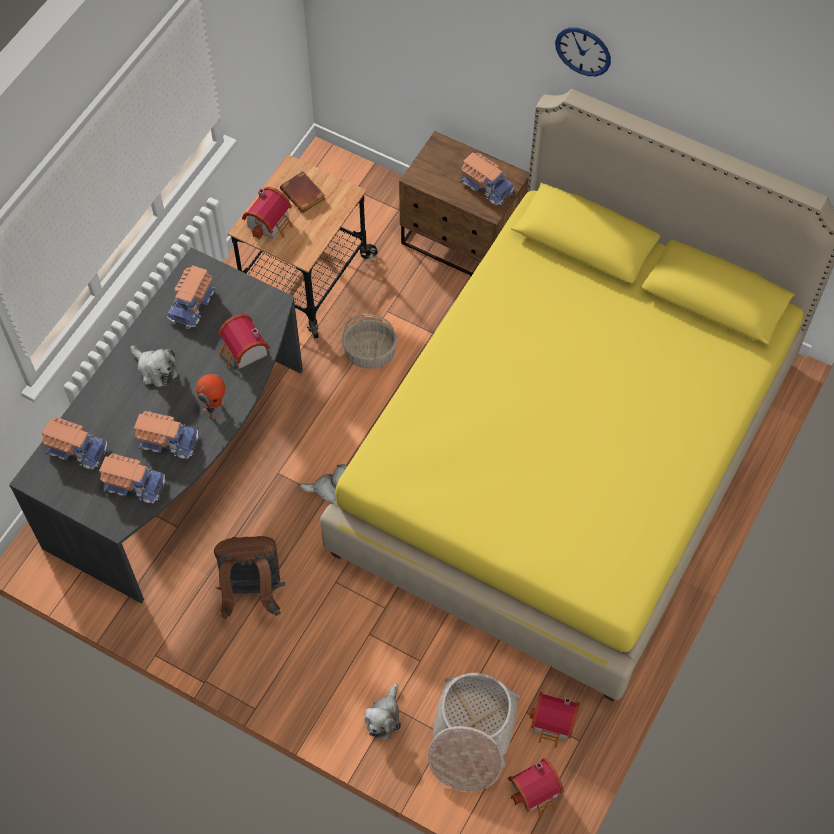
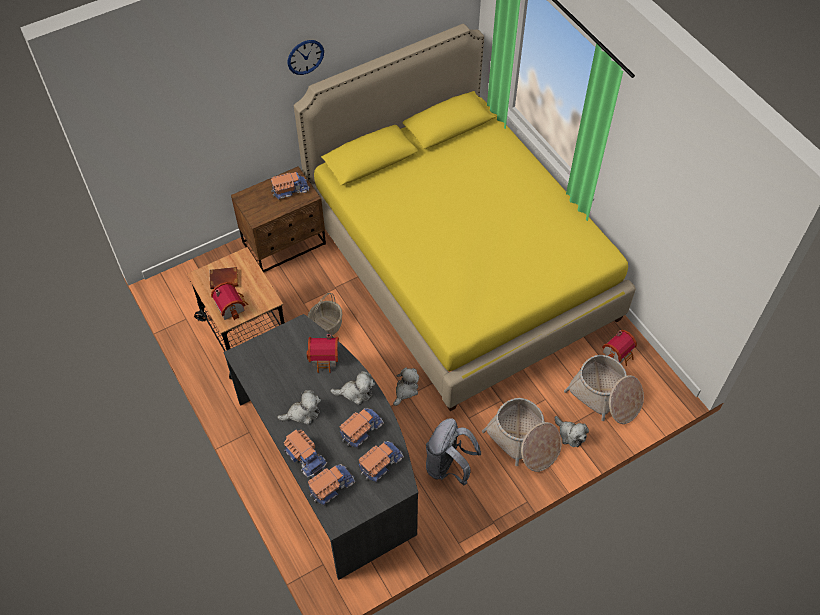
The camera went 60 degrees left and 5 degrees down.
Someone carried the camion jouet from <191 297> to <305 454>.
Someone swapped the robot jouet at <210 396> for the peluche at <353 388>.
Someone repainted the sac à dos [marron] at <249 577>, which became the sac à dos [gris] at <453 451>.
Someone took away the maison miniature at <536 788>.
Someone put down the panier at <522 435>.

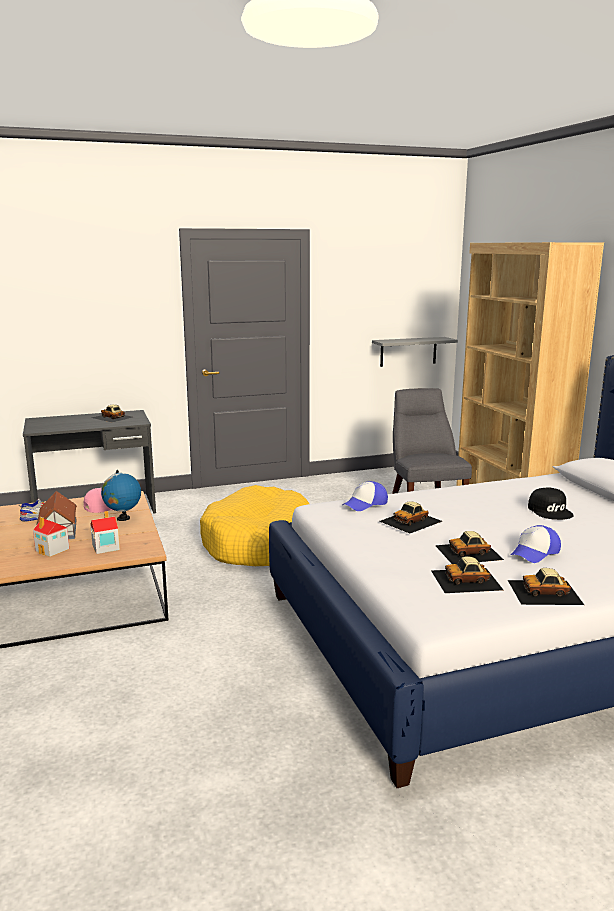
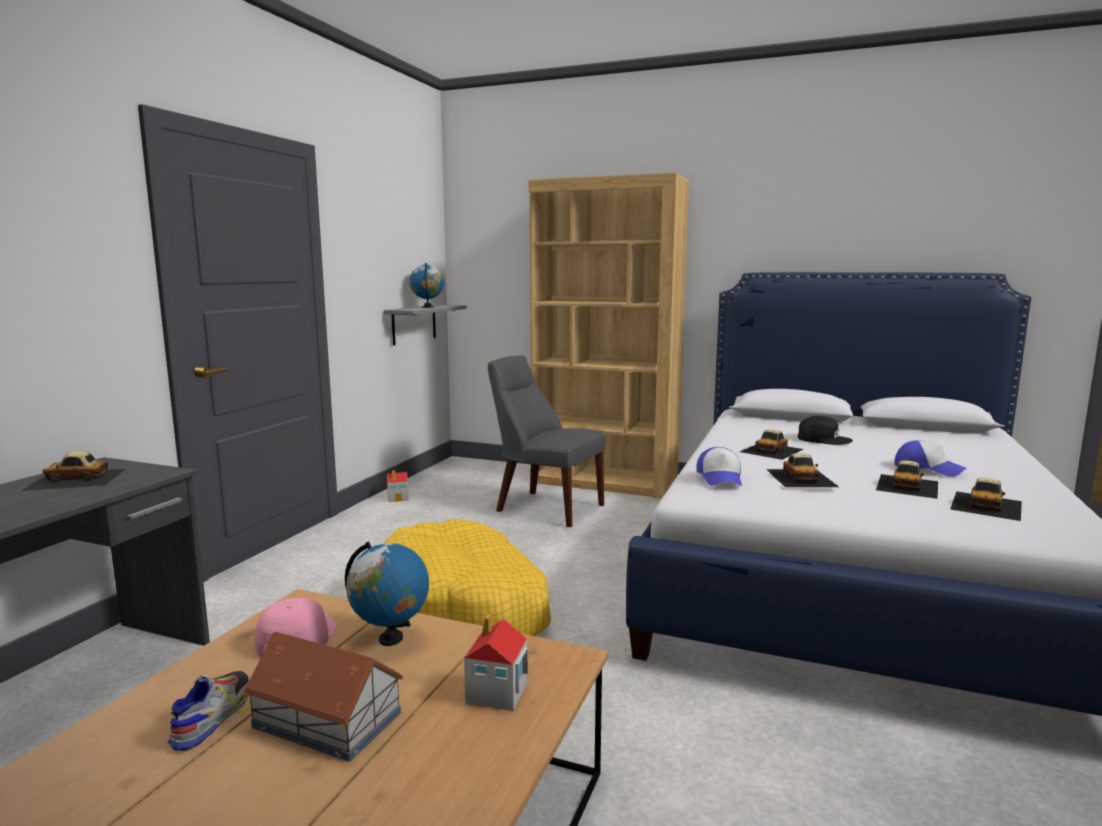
The camera went 50 degrees left and 5 degrees down.
Someone carried the maison miniature from <51 537> to <398 486>.
Someone carried the petite voiture from <546 586> to <772 444>.
Someone rotated the casquette at <536 544> by 45 degrees counterclockwise.
Someone put down the globe at <426 285>.

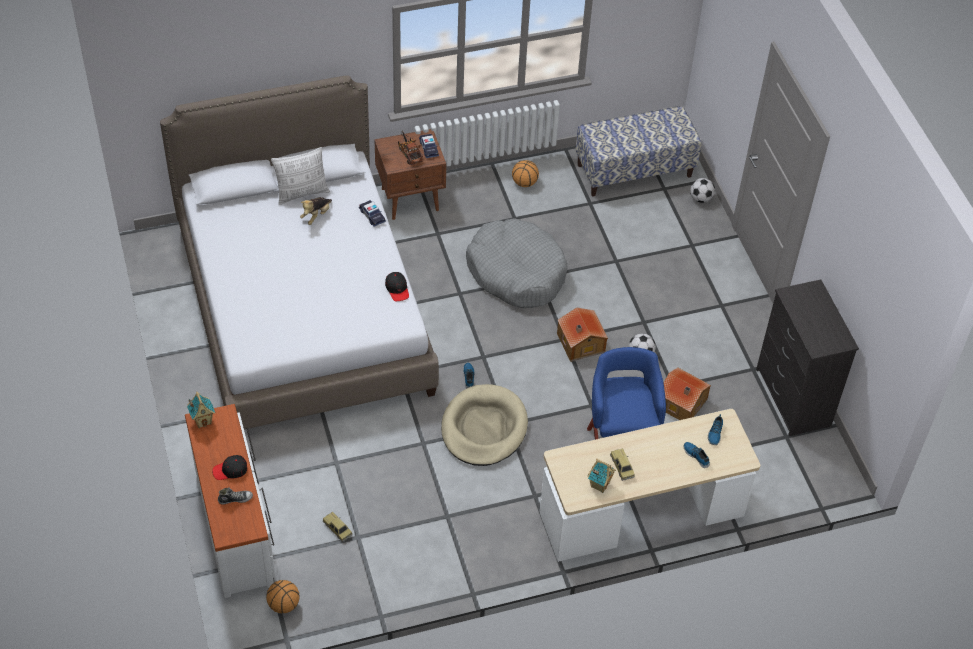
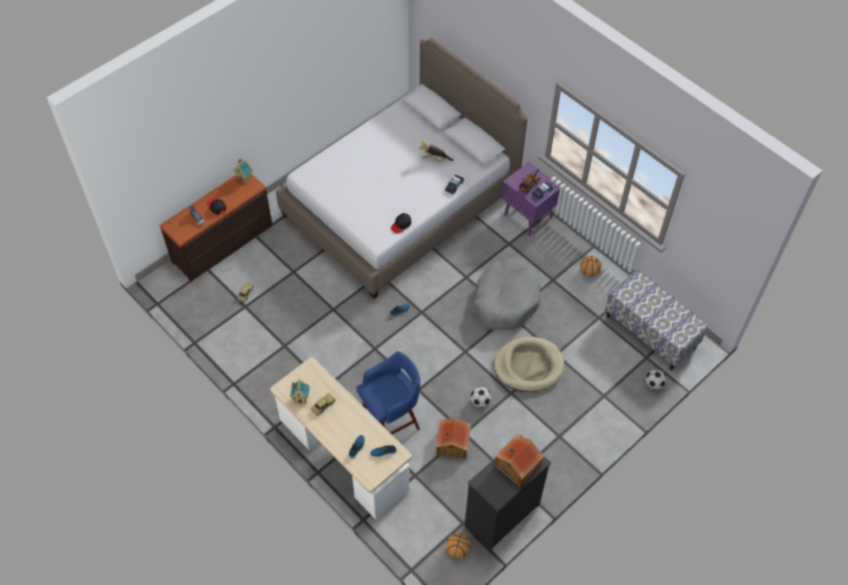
The camera went 65 degrees right and 5 degrees up.
Someone repainted the commode [blanc] at <230 501>, which became the commode [marron] at <215 227>.
Someone carried the ballon de basket from <283 596> to <458 545>.
Someone took away the coussin at <300 176>.
Someone repainted the table de chevet [marron] at <410 174>, which became the table de chevet [violet] at <530 199>.
Someone carried the panier pour chien [beige] from <484 425> to <529 364>.
Someone carried the maison miniature from <582 334> to <519 460>.

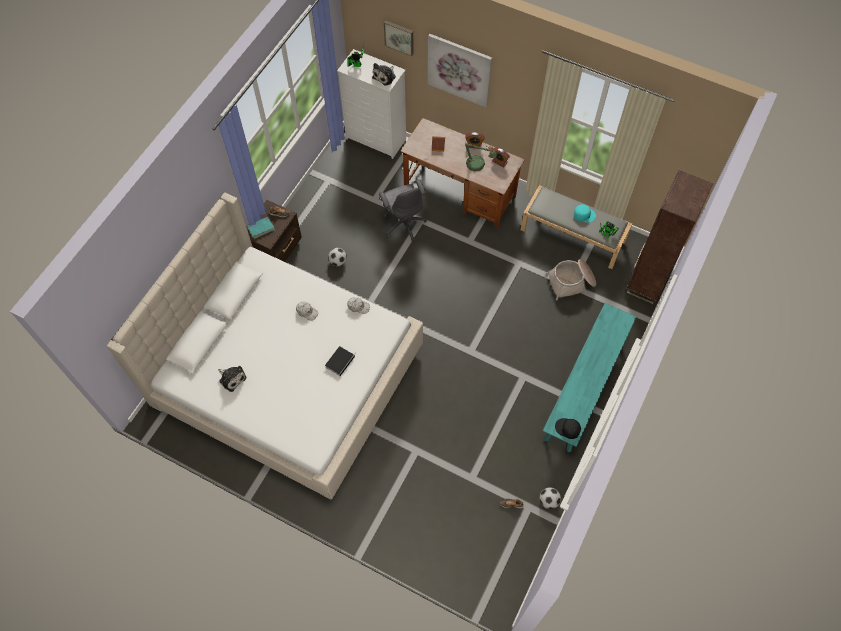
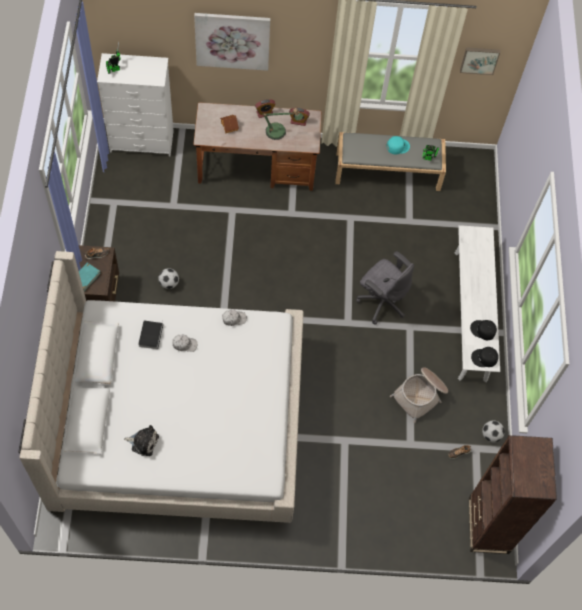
The camera went 30 degrees left and 0 degrees up.
Someone carried the livre from <341 361> to <150 335>.
Someone took away the peluche at <384 74>.
Someone carried the chaise de bureau [gris] from <403 210> to <385 288>.
Someone carried the tableau from <399 38> to <480 61>.
Someone repainted the banc [turquoise] at <589 378>, which became the banc [blanc] at <477 303>.
Someone carried the panier from <571 279> to <419 395>.
Someone carried the bibliothèque [marron] from <669 238> to <513 494>.
Someone put down the casquette [noir] at <483 330>.

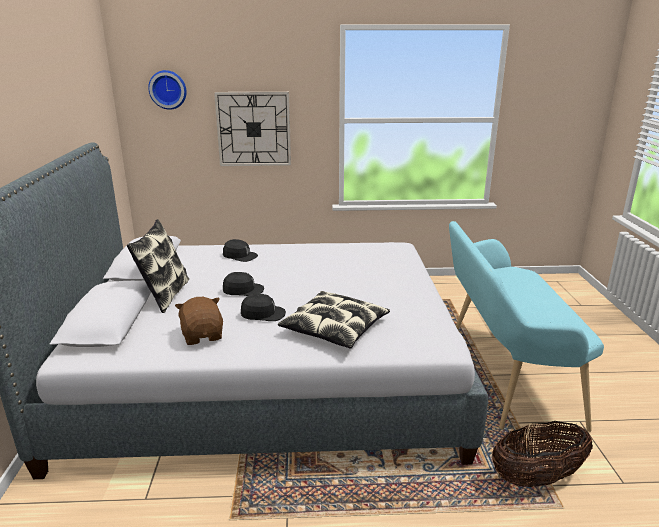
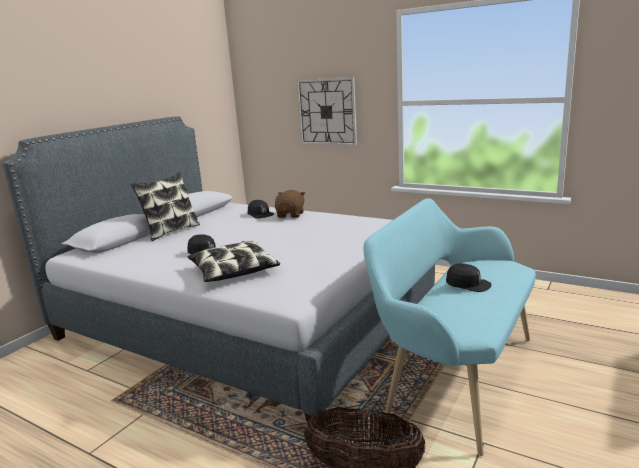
The camera went 35 degrees right and 5 degrees down.
Someone took away the horloge murale at <167 90>.
Someone carried the peluche [marron] from <199 321> to <290 204>.
Someone carried the casquette [noir] from <243 284> to <468 277>.

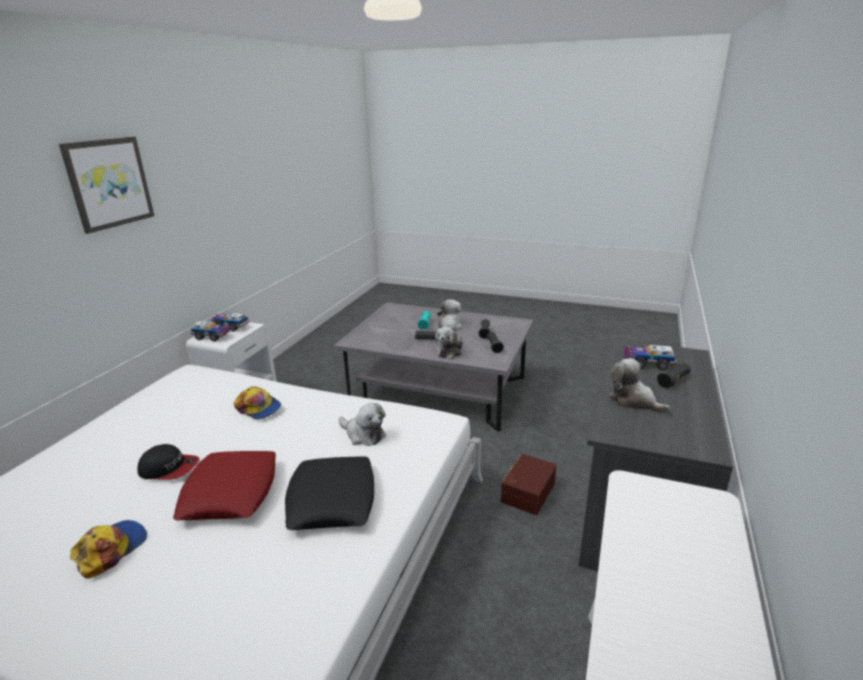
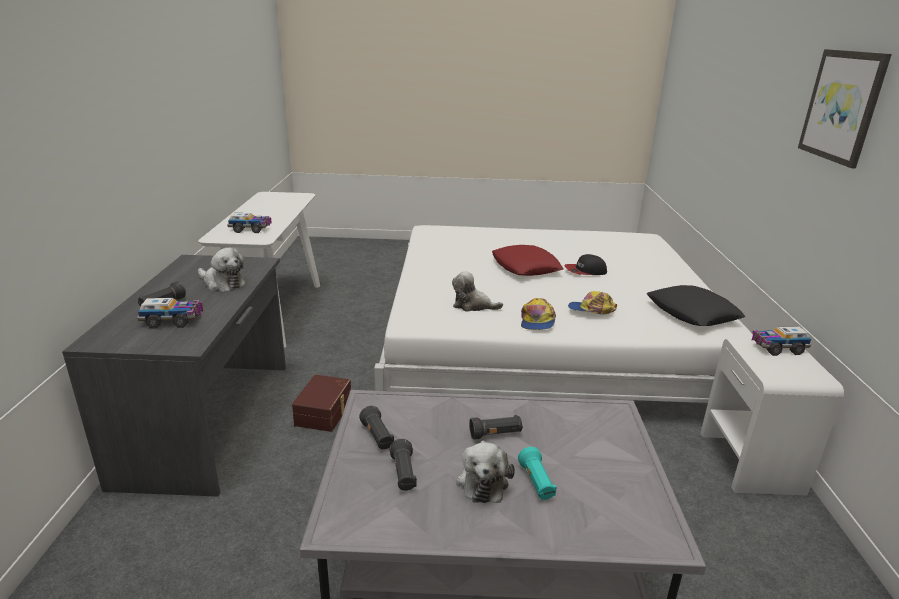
The camera went 160 degrees right and 0 degrees up.
Someone carried the casquette from <108 549> to <538 314>.
Someone carried the camion jouet from <230 322> to <249 223>.
Someone carried the coussin [noir] from <329 493> to <696 305>.
Someone took away the peluche at <449 343>.

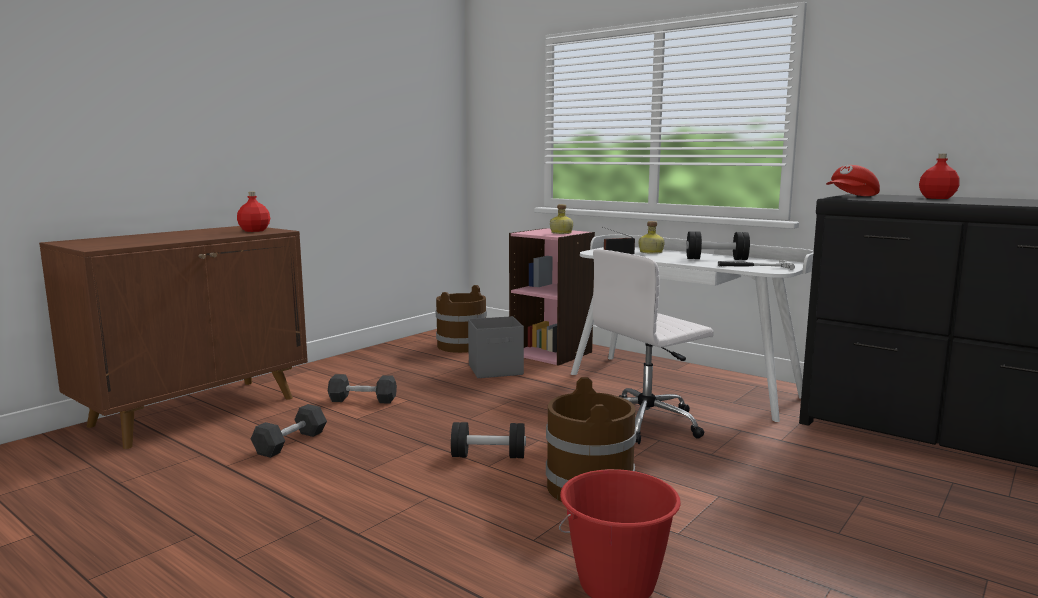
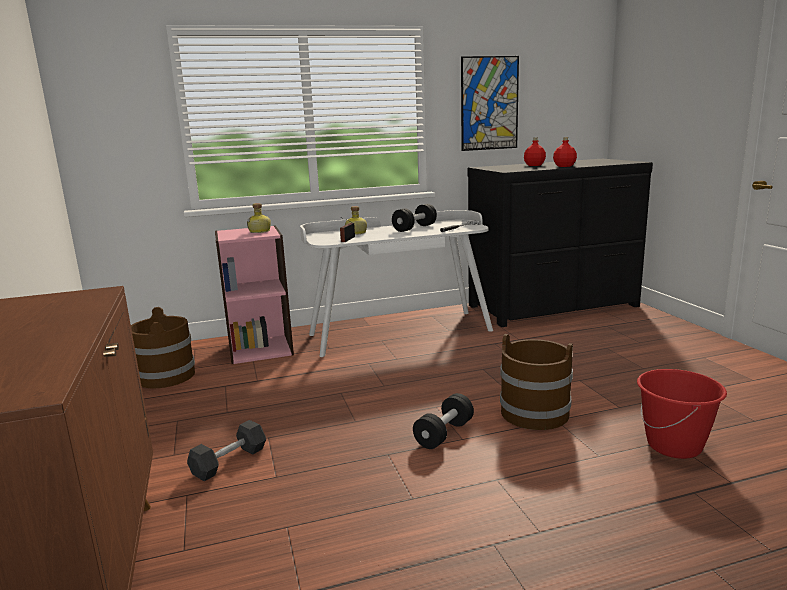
The camera went 55 degrees left and 5 degrees up.
Someone carried the bouteille [rouge] from <253 212> to <565 152>.
Someone took away the haltère [noir] at <289 431>.
Someone took away the boîte de rangement [gris] at <496 347>.
Someone took away the chaise de bureau [blanc] at <653 346>.
Someone took away the casquette [rouge] at <853 180>.
Someone put up the tableau at <490 103>.

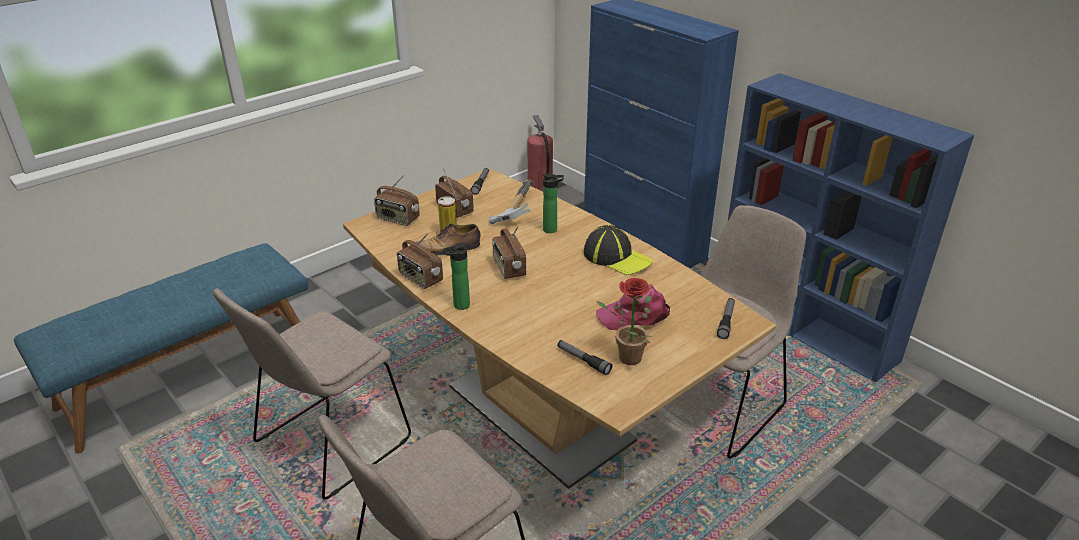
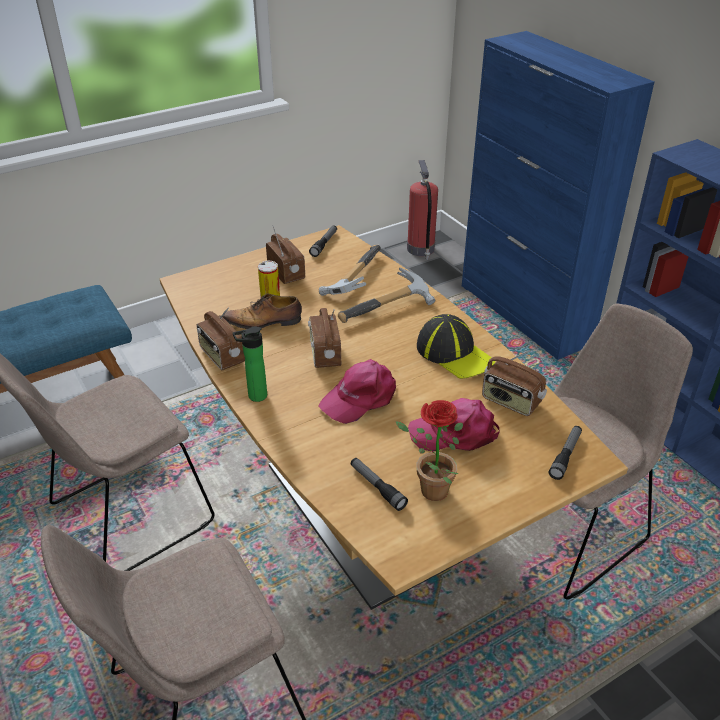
The camera went 10 degrees right and 5 degrees up.
Someone carried the radio from <397 200> to <514 382>.
Someone swapped the bouteille at <553 203> for the marteau at <386 295>.
Someone put down the casquette [rose] at <357 391>.

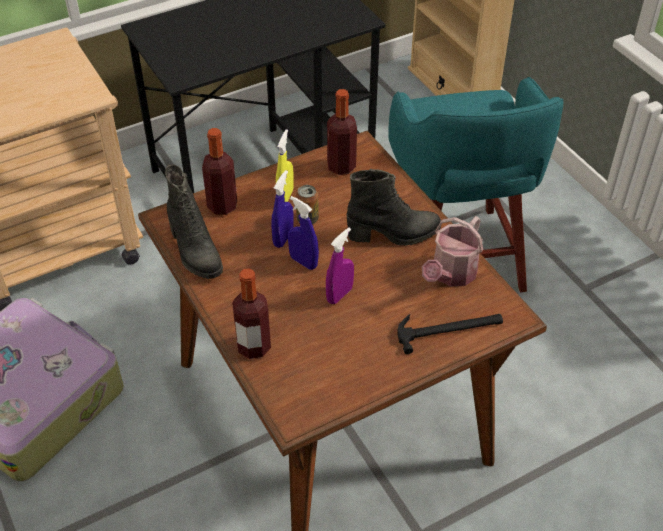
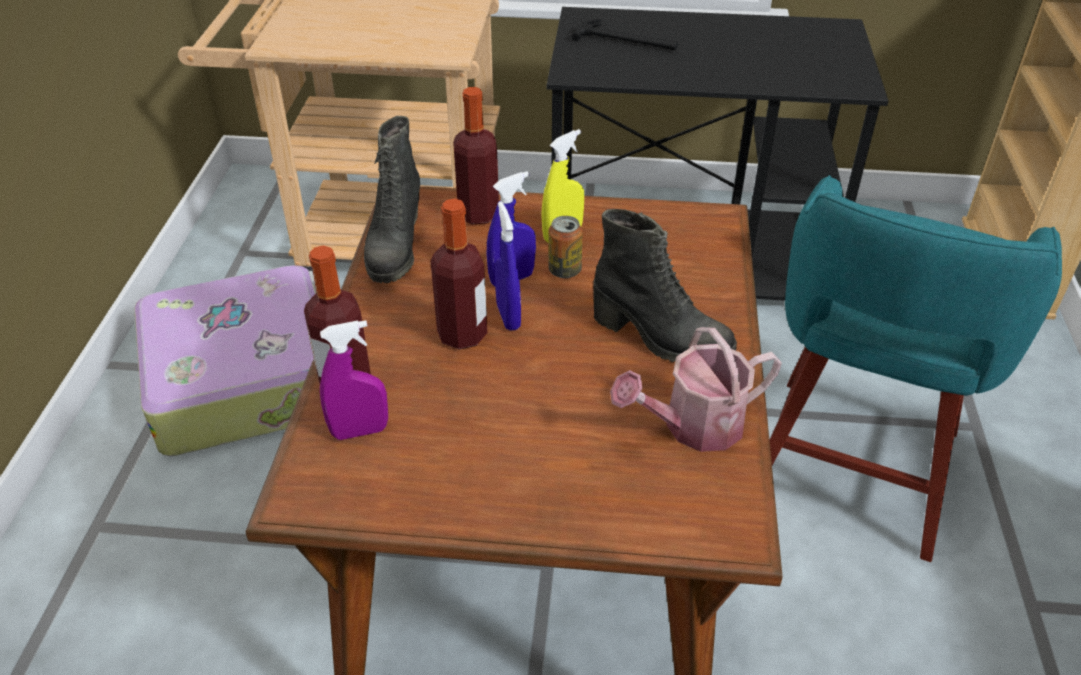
The camera went 35 degrees right and 5 degrees down.
Someone carried the vaporisateur [violet] from <340 265> to <354 380>.
Someone carried the bouteille from <342 132> to <459 273>.
Someone carried the marteau from <450 334> to <624 34>.

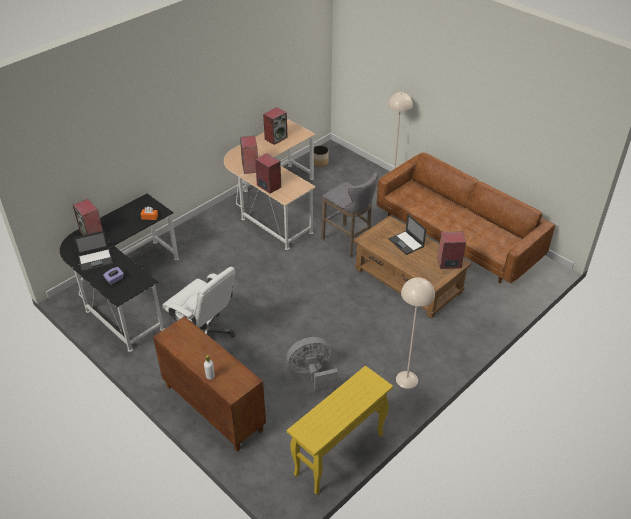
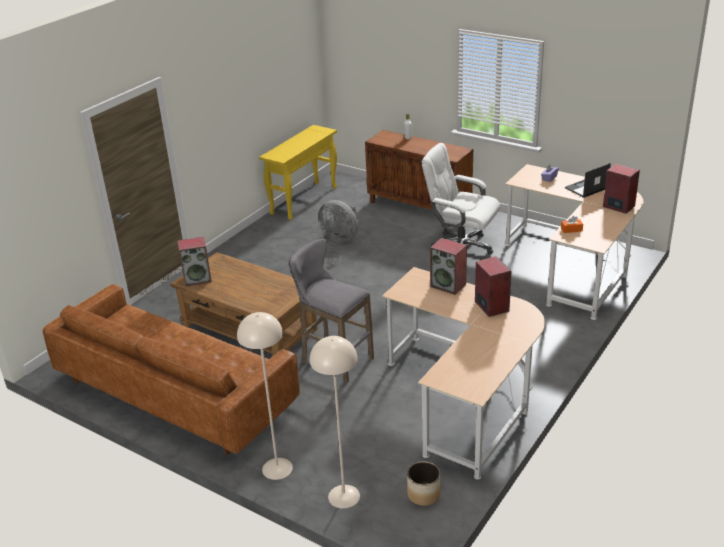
The camera went 170 degrees right and 10 degrees down.
Someone repainted the bureau [noir] at <119 273>, which became the bureau [beige] at <574 242>.
Someone took away the enceinte at <275 126>.
Someone rotated the ventilateur [gris] at <312 364> by 60 degrees clockwise.
Someone took away the ordinateur portable at <407 234>.
Someone carried the lampadaire [beige] from <415 333> to <335 422>.

